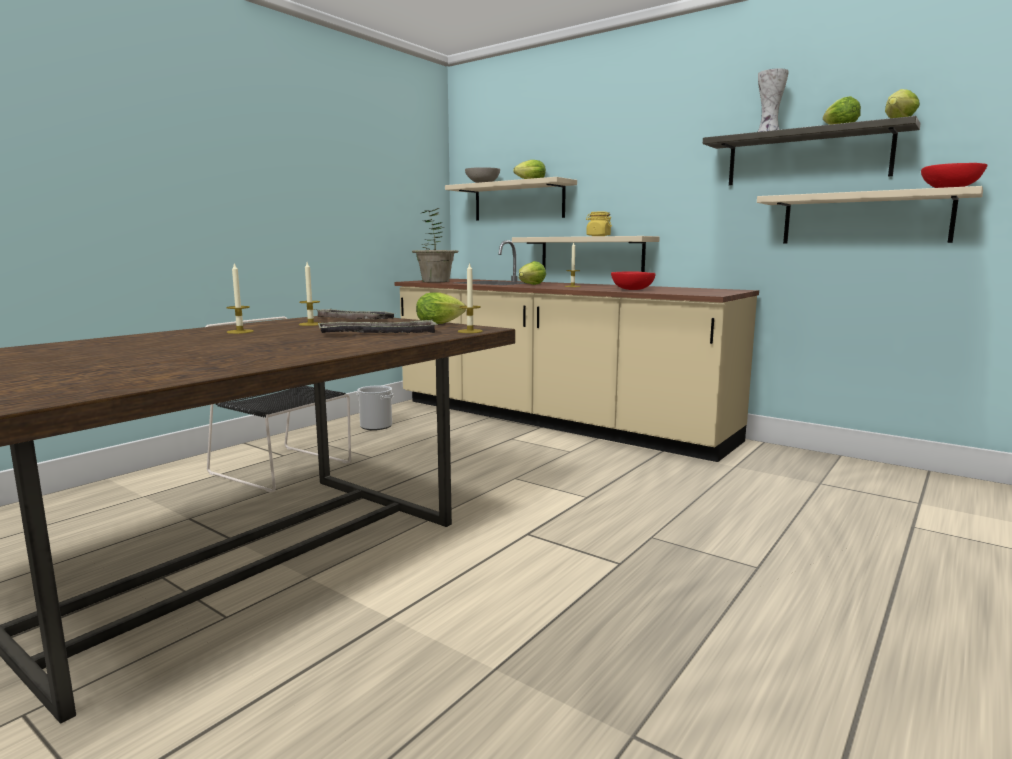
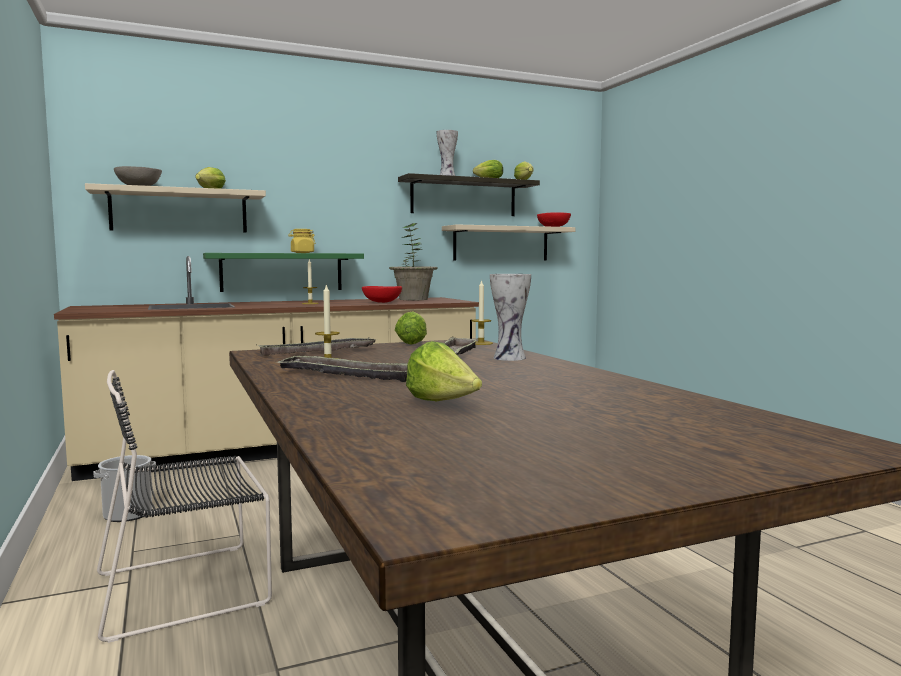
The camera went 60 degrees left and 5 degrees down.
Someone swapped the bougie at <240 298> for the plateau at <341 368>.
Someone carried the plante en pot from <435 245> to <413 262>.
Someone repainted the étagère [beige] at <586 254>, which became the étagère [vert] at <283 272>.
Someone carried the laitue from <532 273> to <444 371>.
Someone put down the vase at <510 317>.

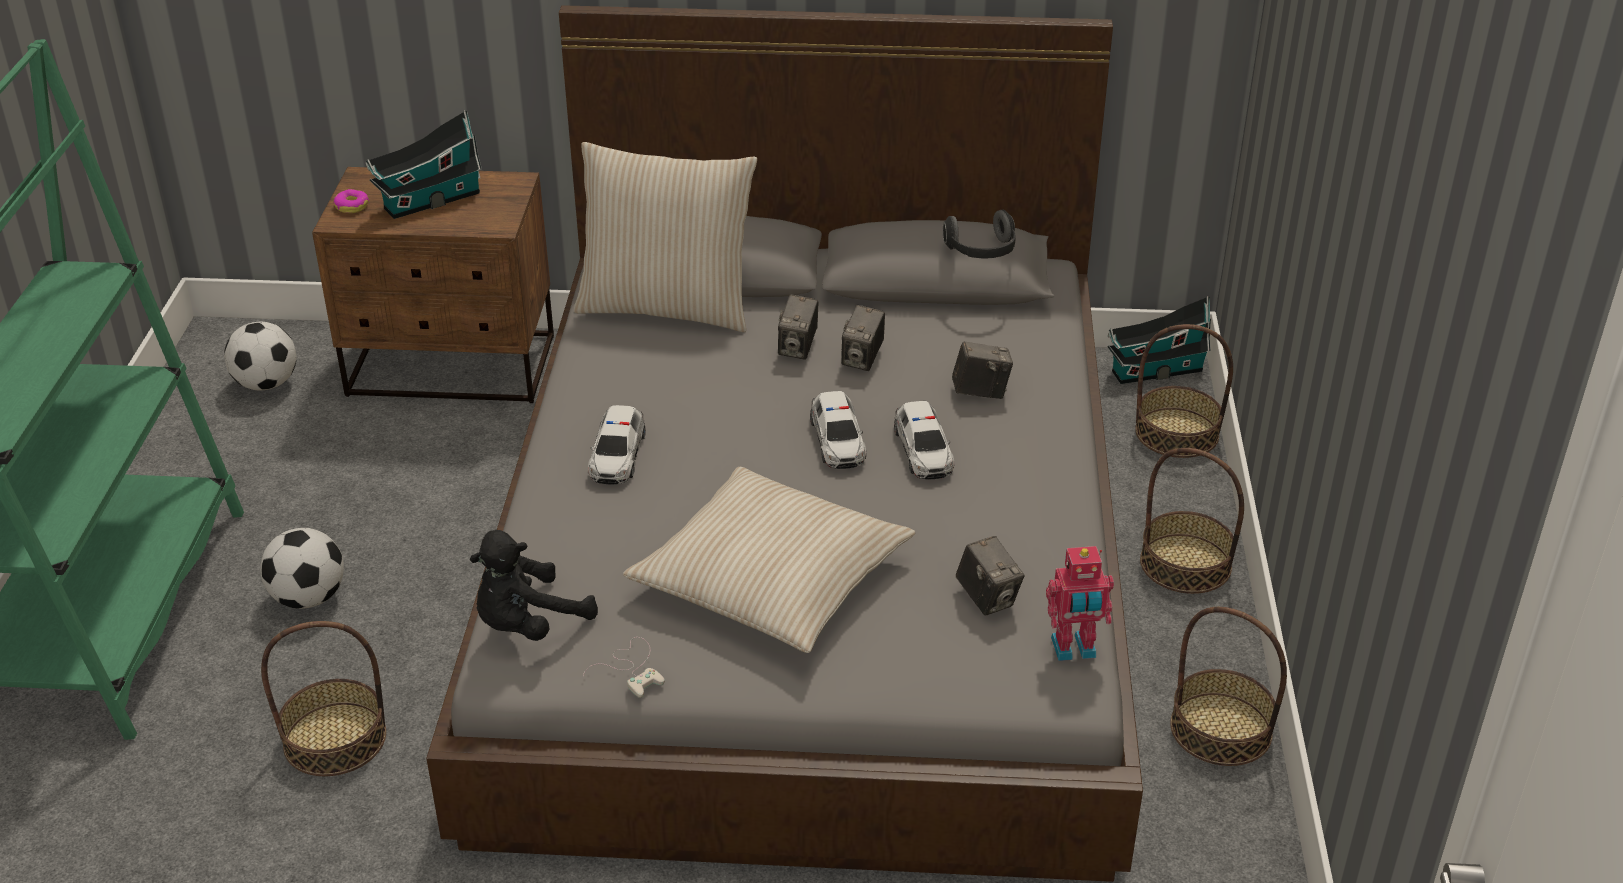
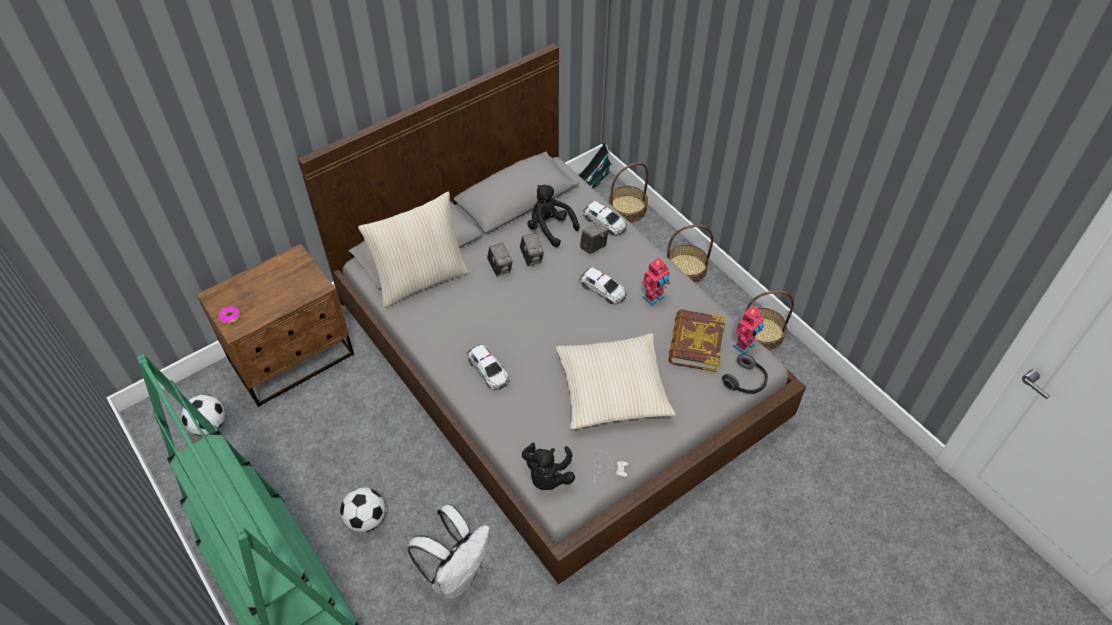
The camera went 40 degrees left and 15 degrees up.
Someone swapped the panier at <323 698> for the sac à dos [blanc] at <448 552>.
Someone took away the maison miniature at <424 164>.
Someone carried the petite voiture from <838 430> to <605 218>.
Someone carried the casque audio from <979 234> to <745 374>.
Someone swapped the appareil photo at <990 576> for the livre at <696 340>.
Someone put down the peluche [noir] at <553 216>.
Someone put down the robot jouet at <656 281>.

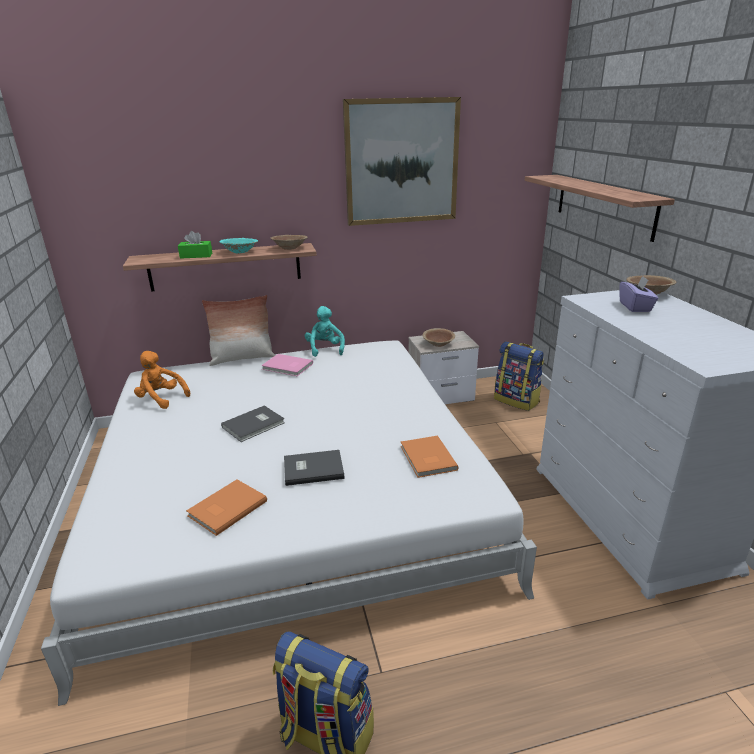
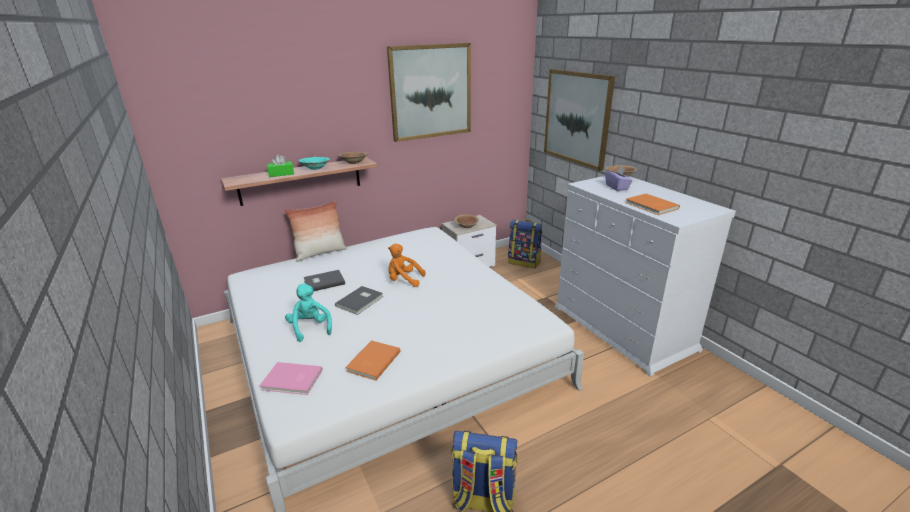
The camera went 15 degrees left and 0 degrees up.
Someone carried the peluche [orange] from <162 380> to <407 265>.
Someone carried the livre [rose] from <287 365> to <291 378>.
Someone carried the livre [gris] from <314 468> to <324 280>.
Someone carried the peluche [turquoise] from <325 331> to <308 312>.
Someone carried the livre [orange] from <430 457> to <652 204>.
Someone swapped the étagère at <600 208> for the tableau at <579 120>.

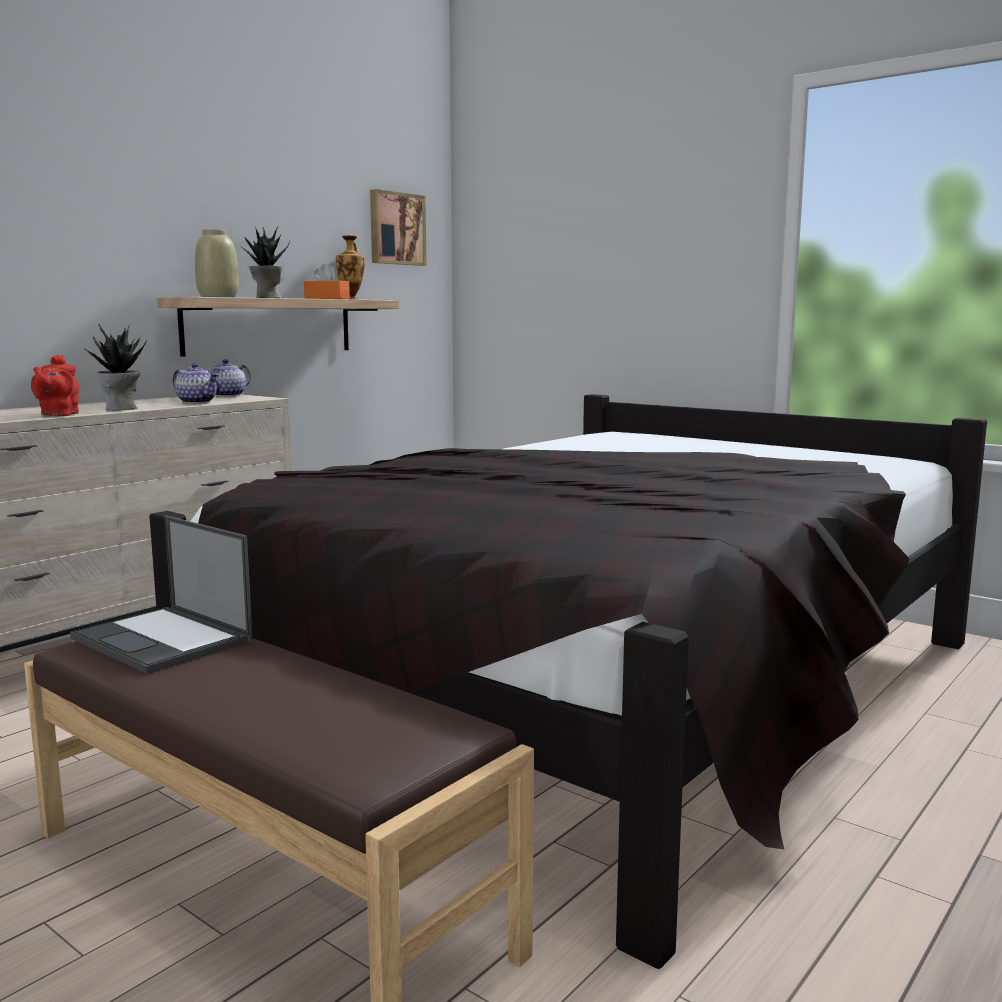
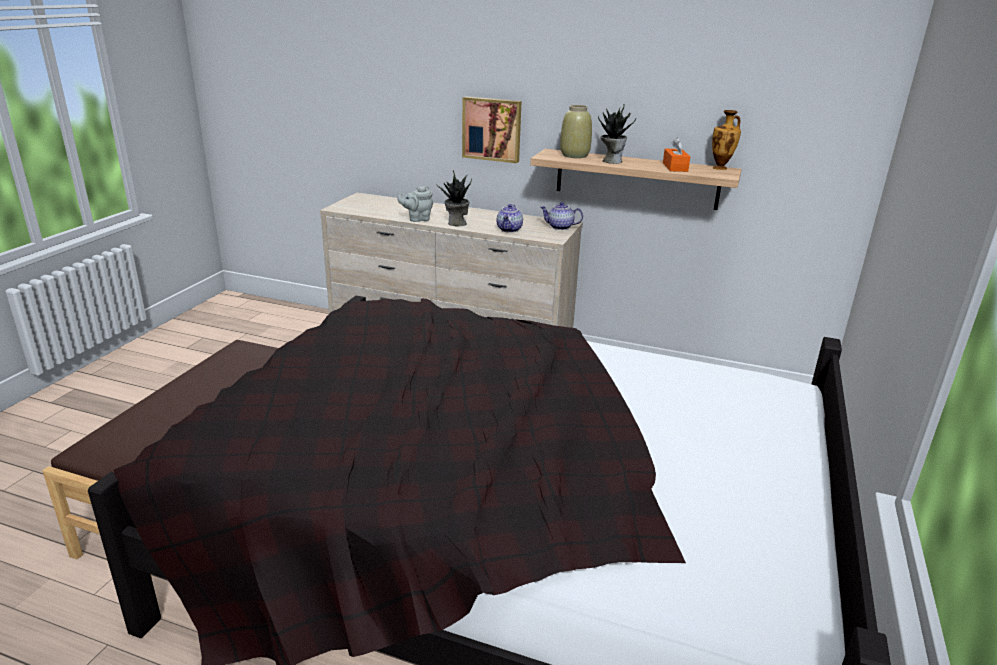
The camera went 70 degrees right and 15 degrees up.
Someone repainted the théière [rouge] at <55 385>, which became the théière [gris] at <415 204>.
Someone took away the ordinateur portable at <161 594>.
Someone carried the tableau from <398 227> to <492 129>.

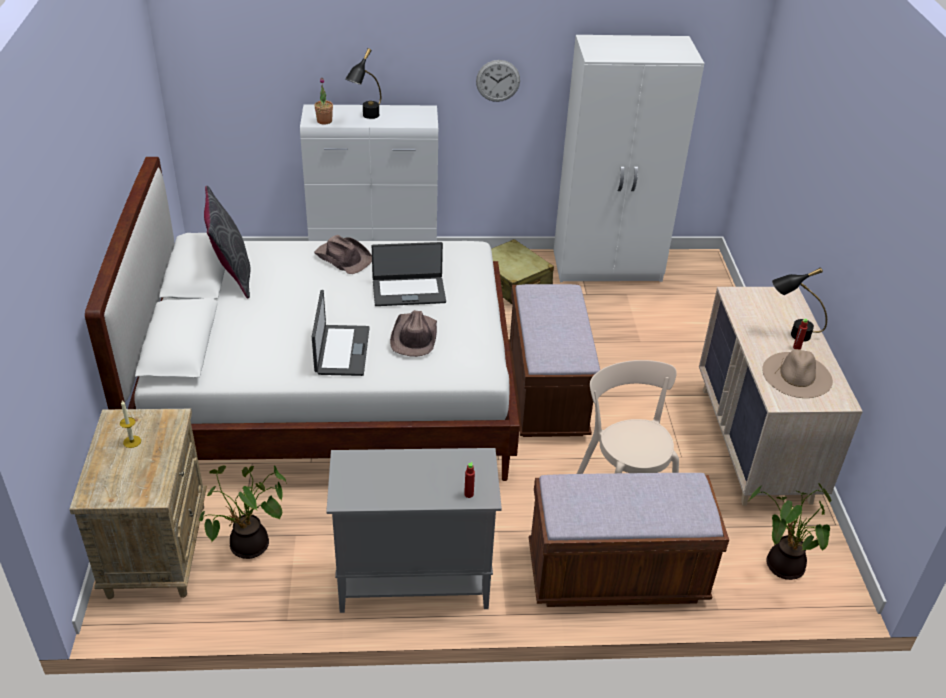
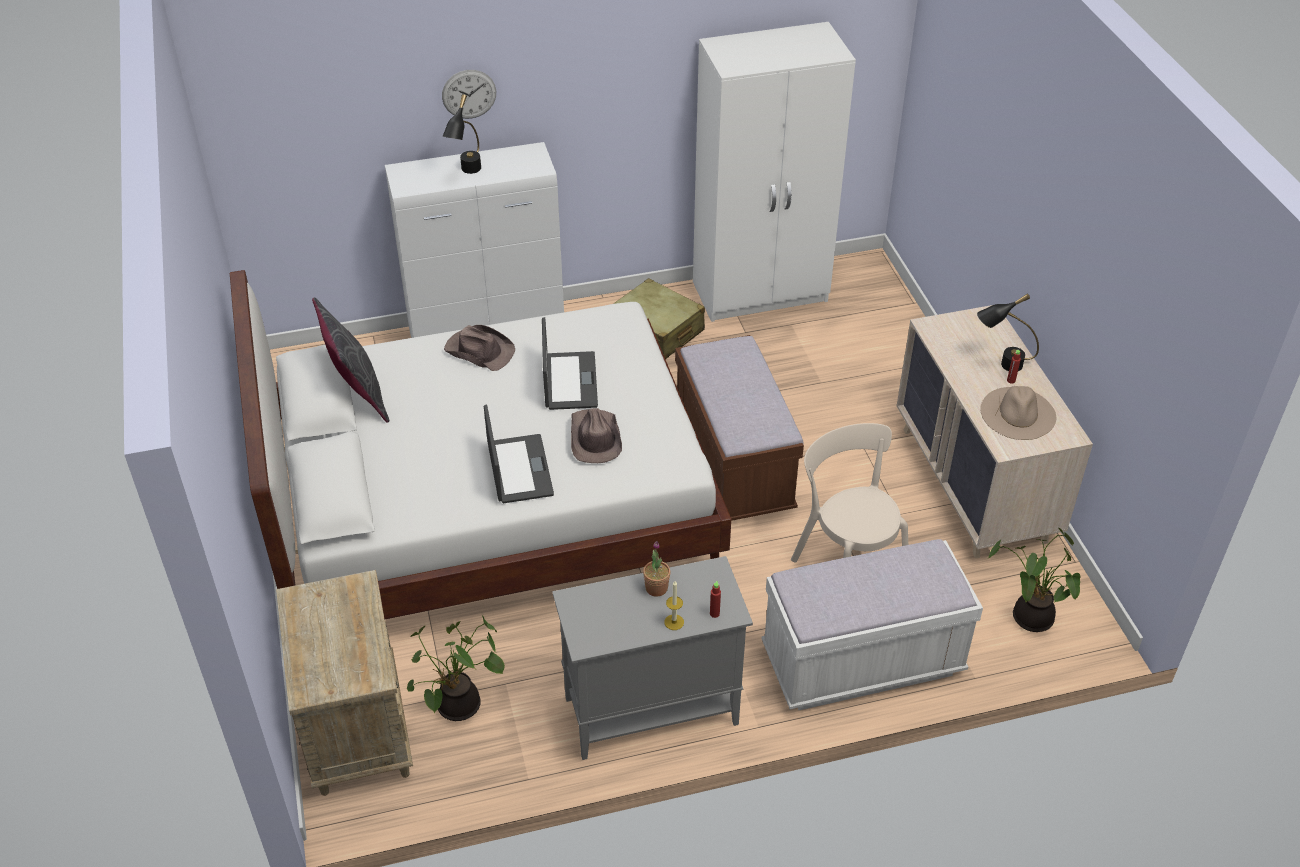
The camera went 10 degrees left and 5 degrees up.
Someone carried the bougie from <130 424> to <674 605>.
Someone carried the plante en pot from <323 101> to <656 569>.
Someone rotated the ordinateur portable at <409 274> by 75 degrees counterclockwise.
Someone carried the horloge murale from <498 81> to <469 94>.
Someone repainted the banc [marron] at <629 540>, which became the banc [blanc] at <872 624>.

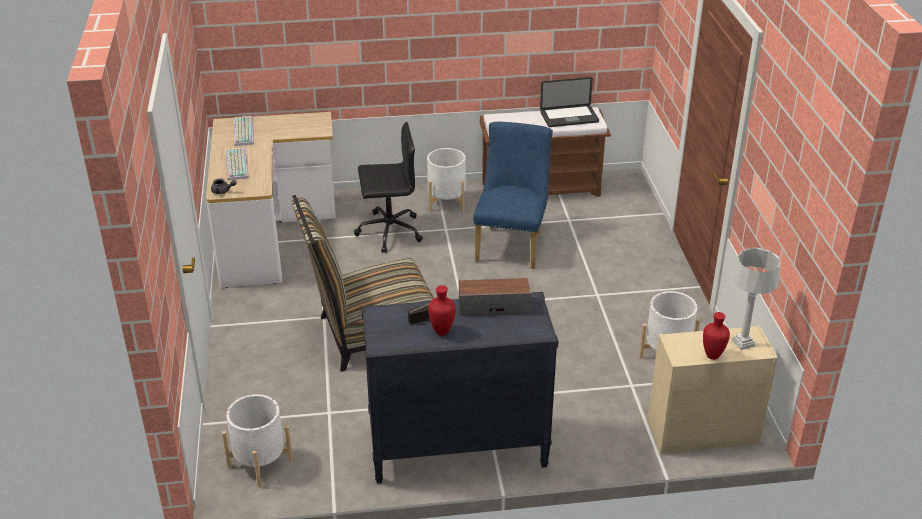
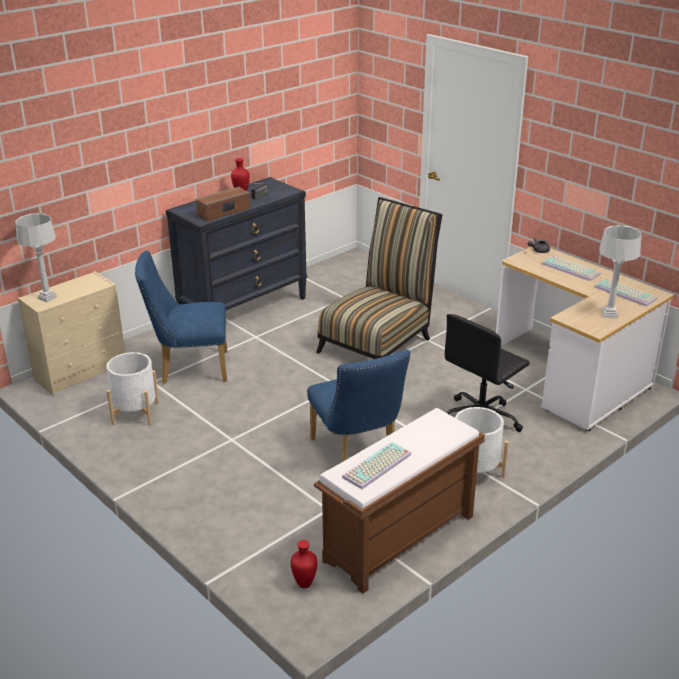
The camera went 145 degrees right and 5 degrees down.
Someone took away the cache-pot [blanc] at <257 440>.
Someone swapped the ordinateur portable at <569 102> for the clavier at <377 465>.
Someone carried the vase [rouge] from <716 336> to <304 564>.
Someone put down the chaise [bleu] at <181 317>.
Someone put down the lampe de table [gris] at <620 271>.

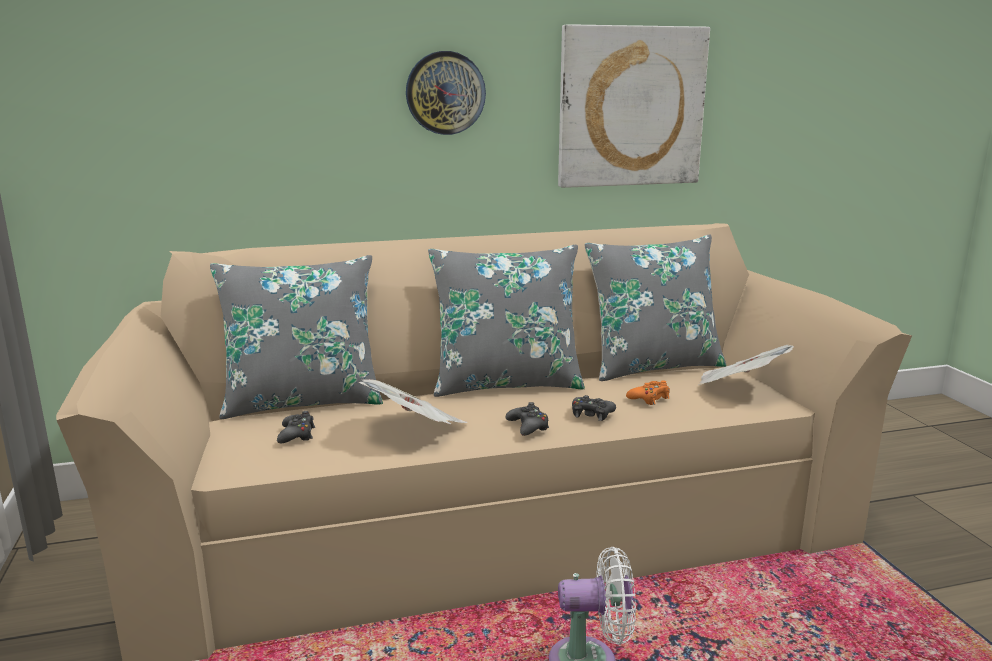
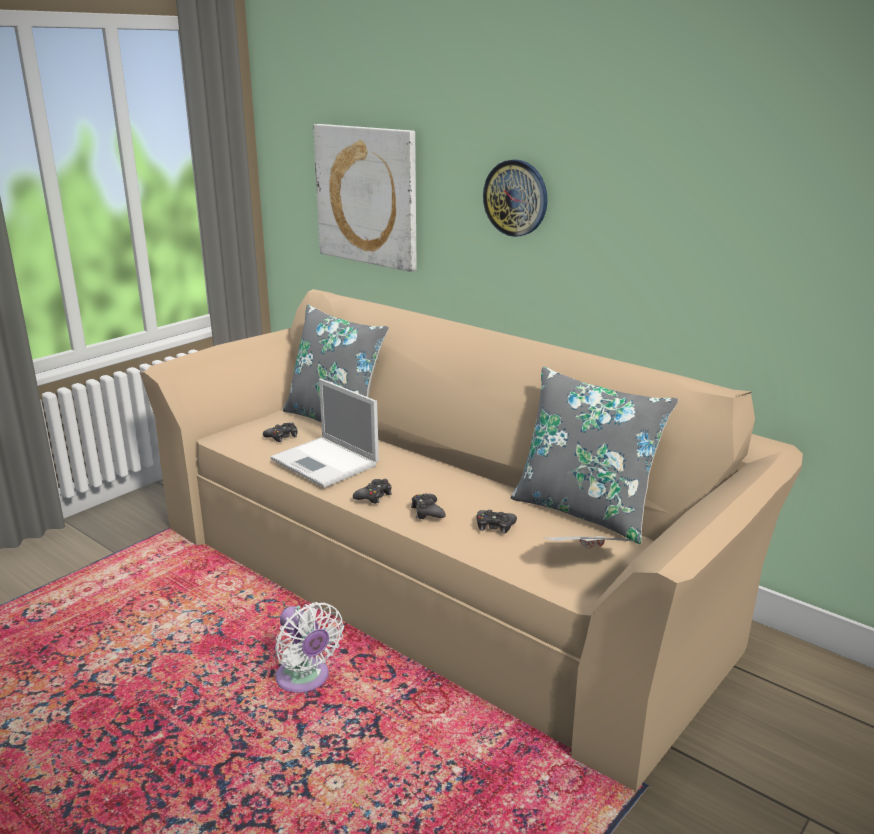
The camera went 55 degrees right and 5 degrees up.
Someone swapped the journal at <413 401> for the ordinateur portable at <324 433>.
Someone took away the coussin [gris] at <506 321>.
Someone carried the tableau from <634 106> to <365 198>.
Someone repainted the manette [orange] at <648 392>, which became the manette [noir] at <496 522>.

